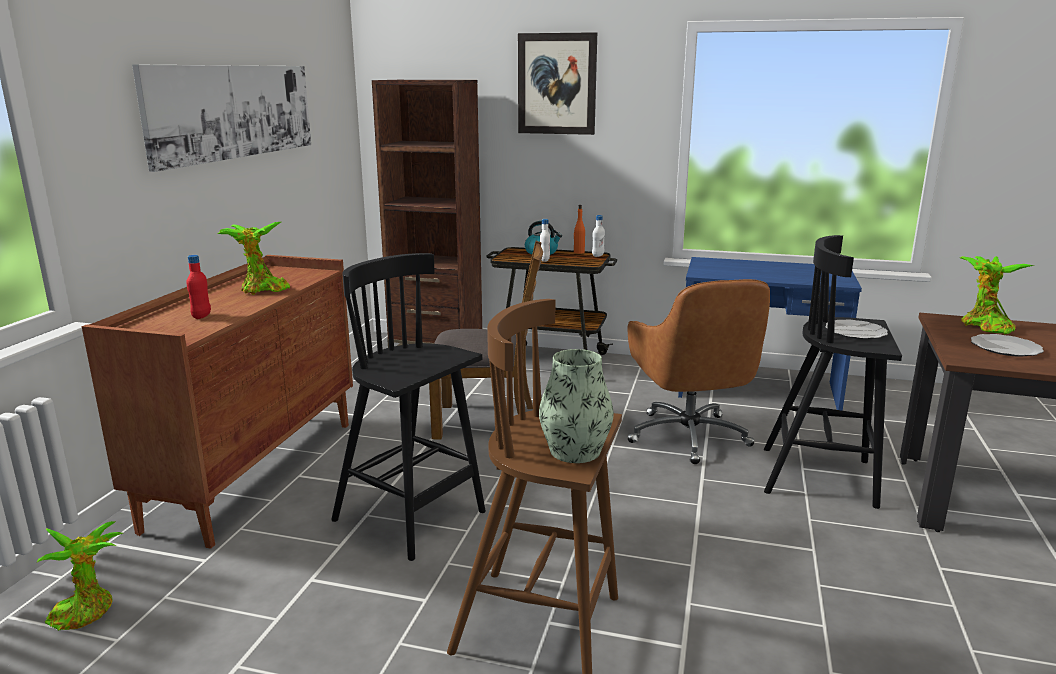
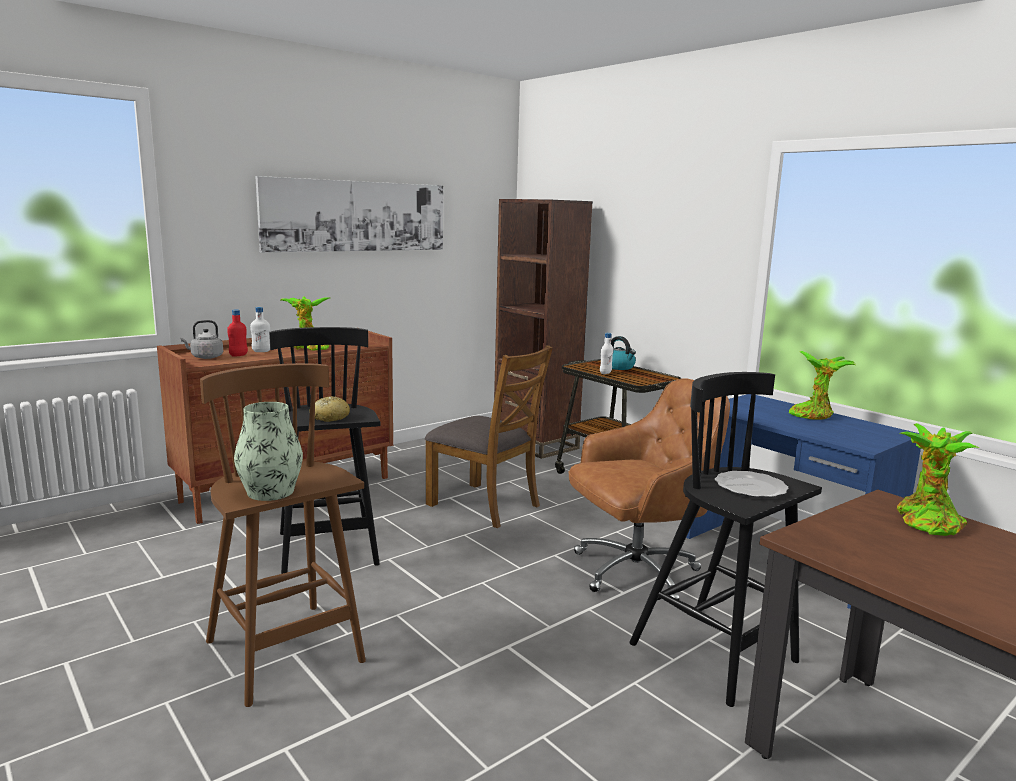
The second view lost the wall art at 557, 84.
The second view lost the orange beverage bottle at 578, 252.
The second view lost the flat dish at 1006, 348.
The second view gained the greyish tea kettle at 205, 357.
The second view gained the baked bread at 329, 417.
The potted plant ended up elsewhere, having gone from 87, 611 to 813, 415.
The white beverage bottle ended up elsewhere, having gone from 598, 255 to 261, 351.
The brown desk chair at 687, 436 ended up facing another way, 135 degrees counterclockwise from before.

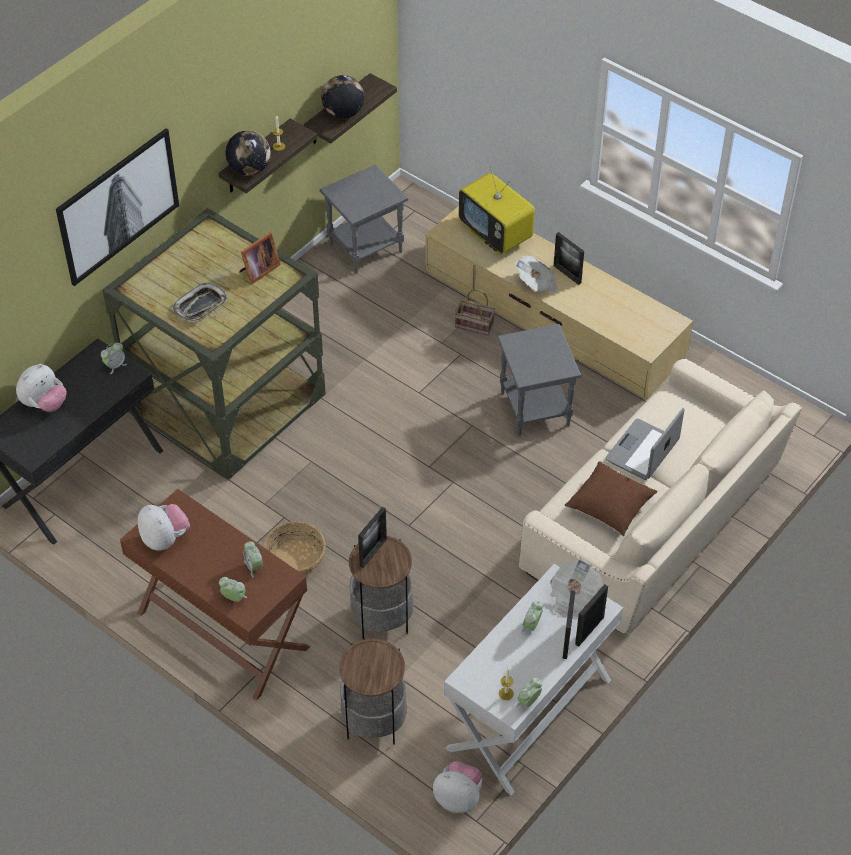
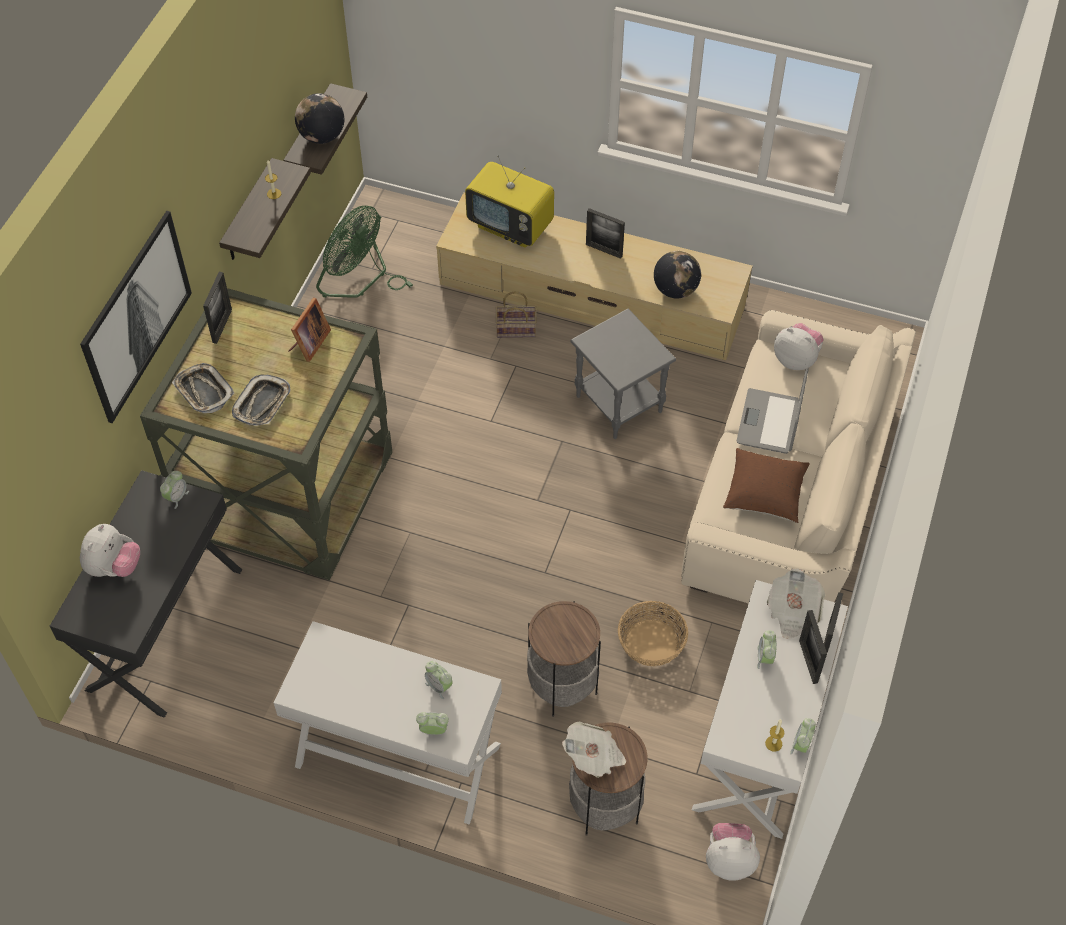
The second view gained the tray at 203, 391.
The plush toy ended up elsewhere, having gone from 165, 539 to 796, 359.
The desk globe ended up elsewhere, having gone from 249, 169 to 675, 290.
The basket ended up elsewhere, having gone from 295, 558 to 651, 642.
The standing frame ended up elsewhere, having gone from 373, 553 to 222, 326.
The newspaper ended up elsewhere, having gone from 537, 284 to 594, 757.
Where the greyish side table stood at 365, 249, the green fan came to stand at 364, 277.
What was the brown narrow table at 222, 630 turned into the white narrow table at 397, 756.

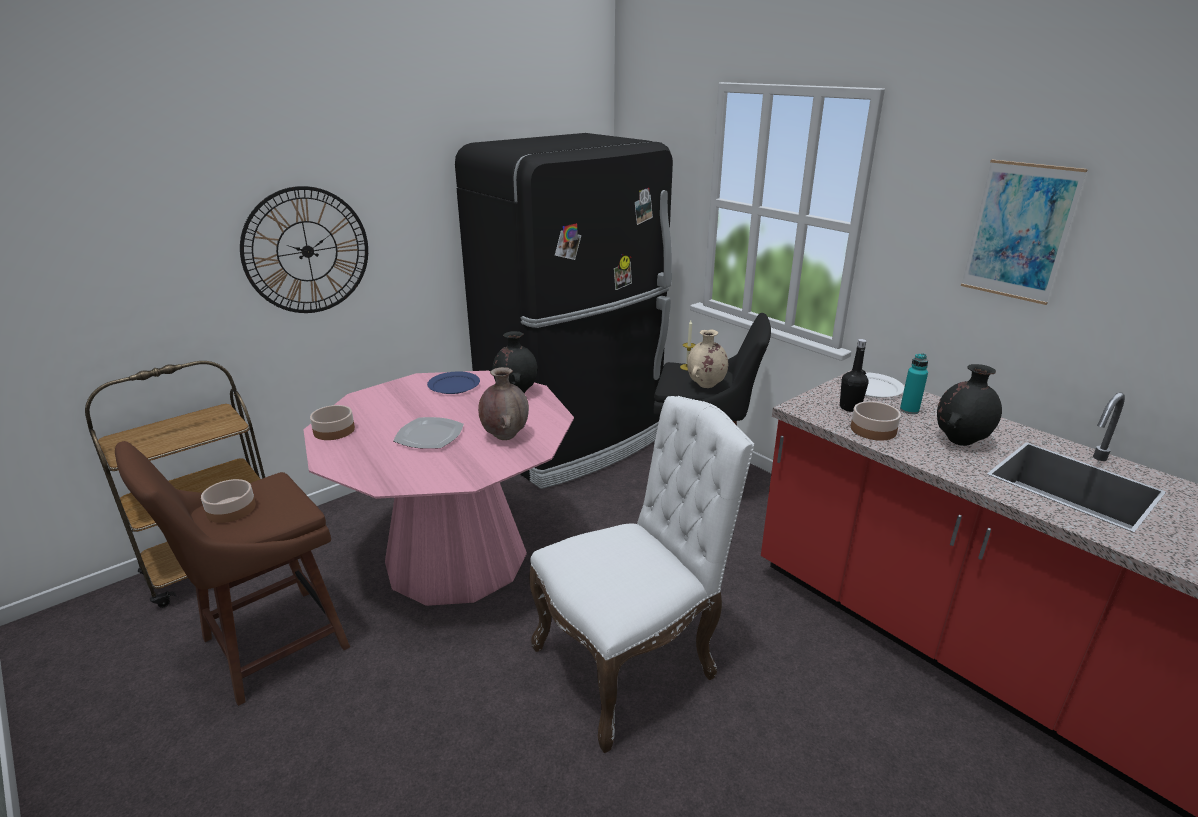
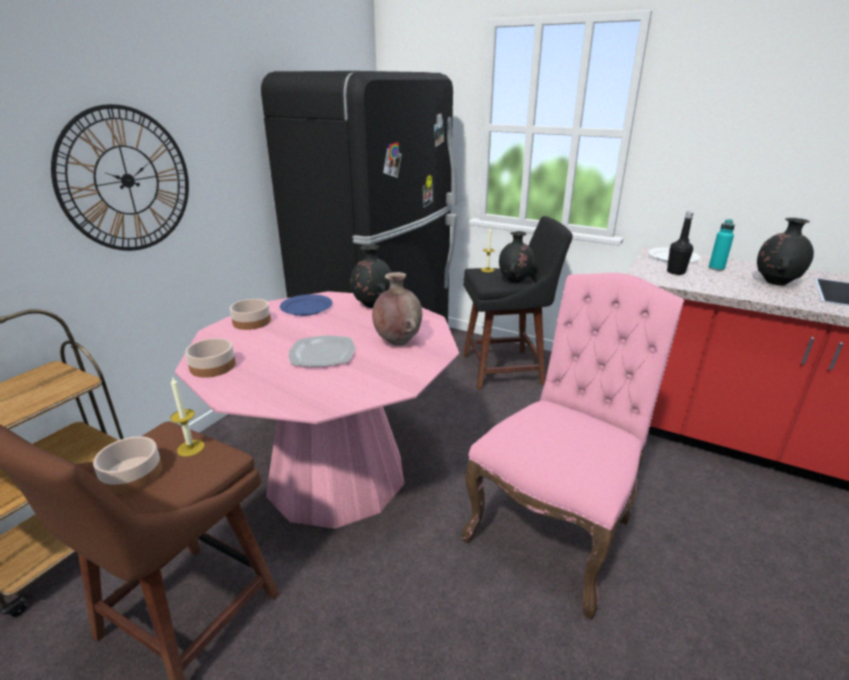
The second view lost the wall art at 1019, 231.
The second view gained the wax light at 190, 448.
The deep dish ended up elsewhere, having gone from 872, 430 to 251, 322.
What was the white chair at 630, 666 turned into the pinkish chair at 556, 532.
What was the beige-coloured flower vase at 706, 385 turned into the black flower vase at 515, 281.

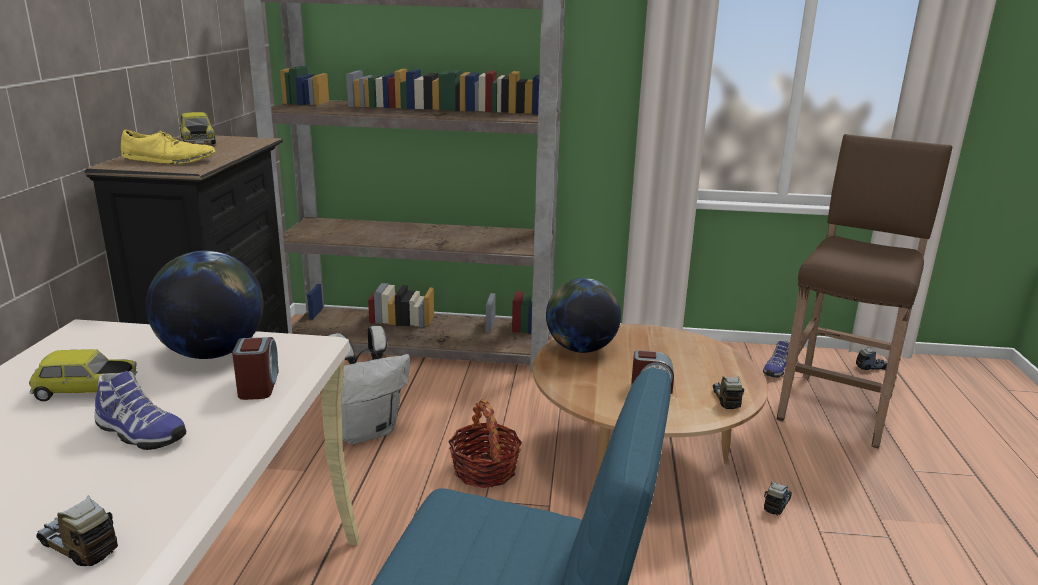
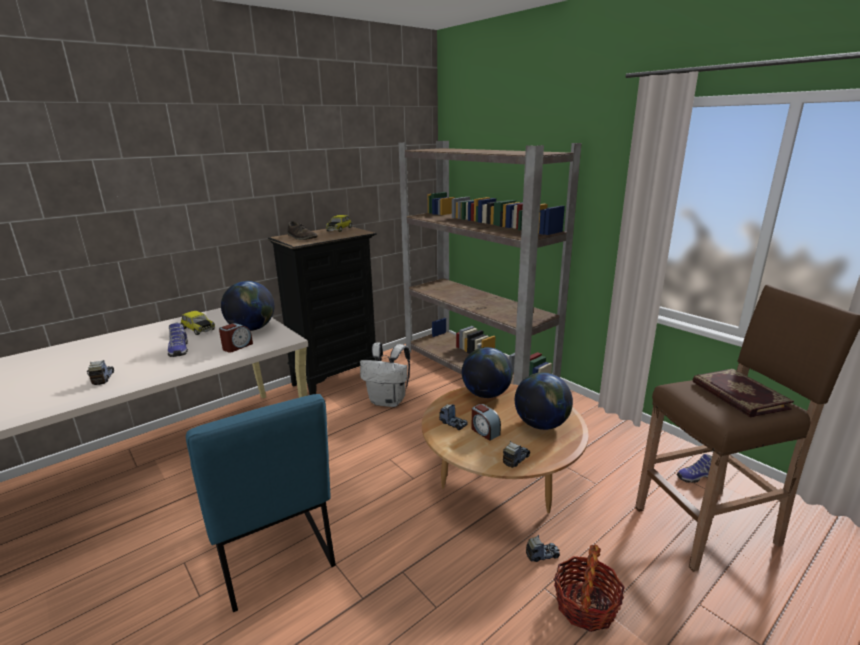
The second view gained the desk globe at 541, 424.
The second view gained the volume at 738, 395.
The basket ended up elsewhere, having gone from 485, 470 to 585, 605.
The model truck ended up elsewhere, having gone from 871, 367 to 453, 423.
What was the yellow-coloured item of footwear at 169, 160 turned into the brown item of footwear at 302, 237.

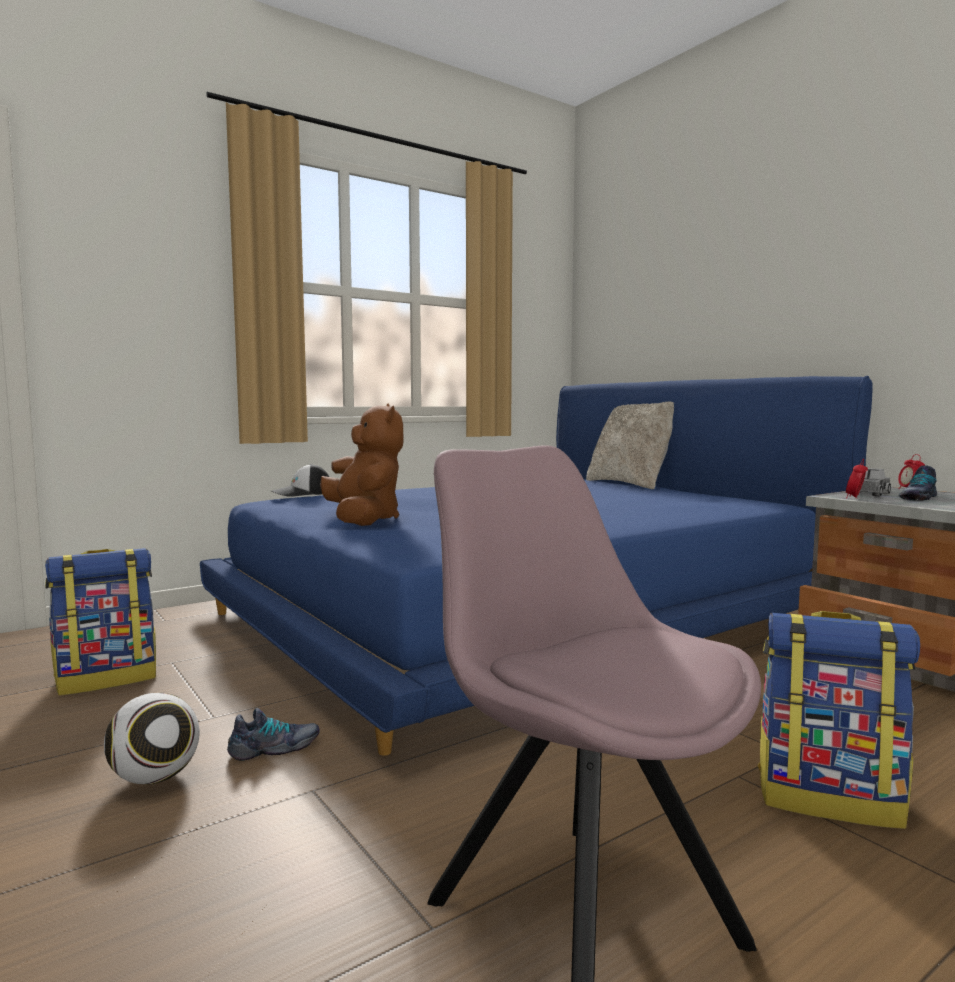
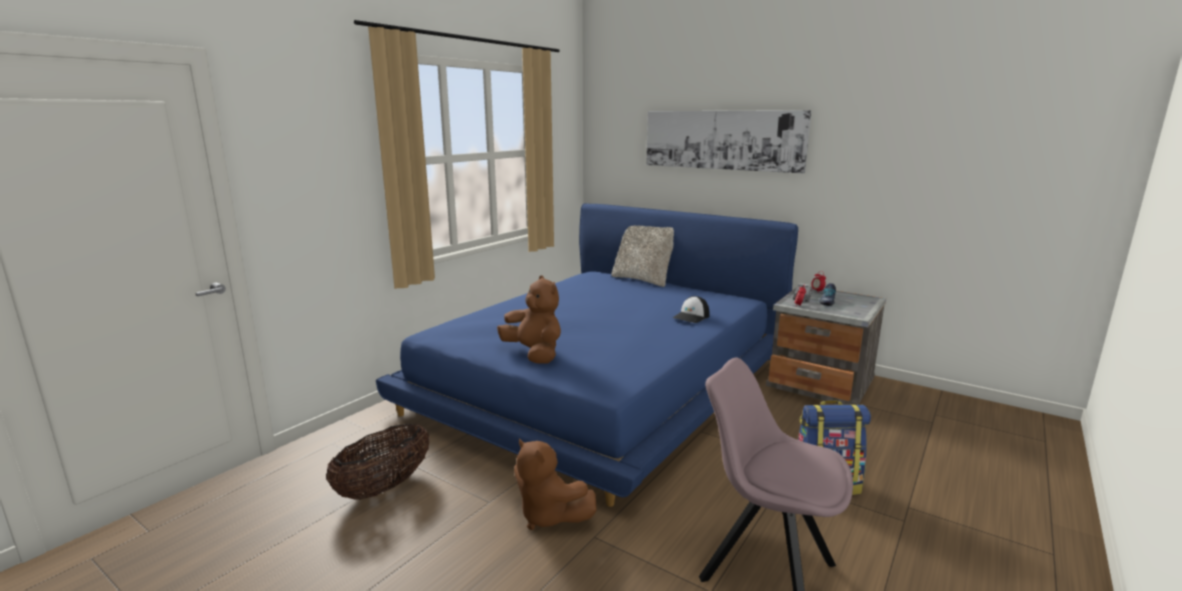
The second view lost the football ball at 155, 778.
The second view gained the wall art at 722, 140.
The baseball cap ended up elsewhere, having gone from 302, 493 to 691, 317.
Where the knapsack stood at 108, 678, the basket came to stand at 384, 487.
Where the item of footwear stood at 275, 748, the brown plush toy came to stand at 548, 515.

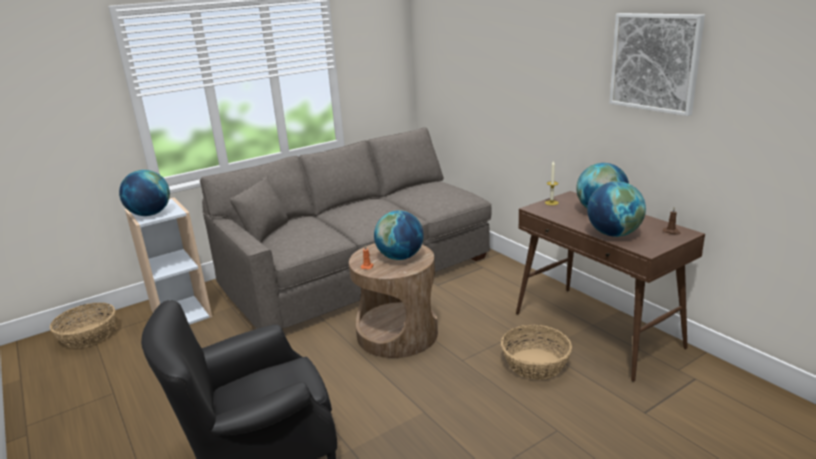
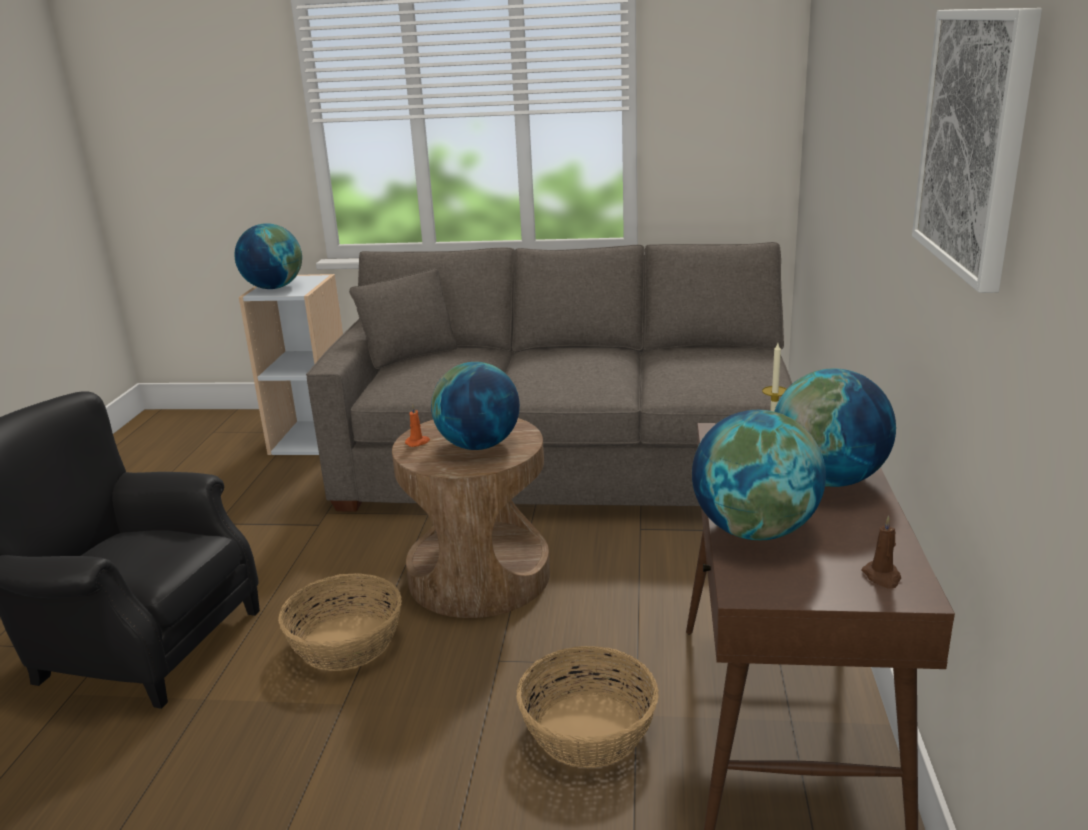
The basket ended up elsewhere, having gone from 88, 335 to 347, 642.

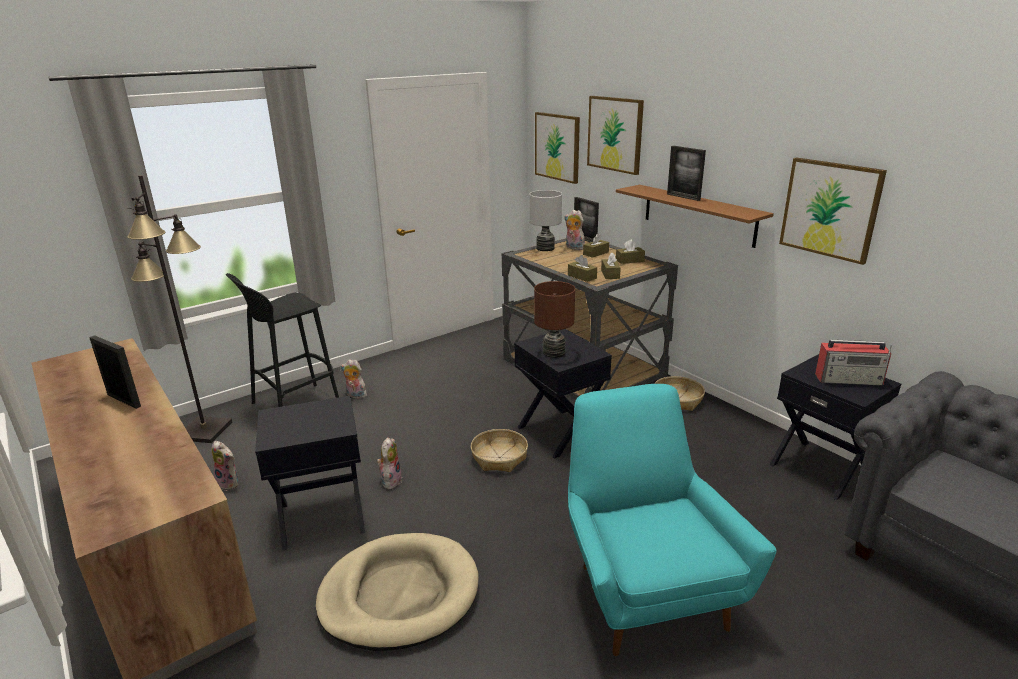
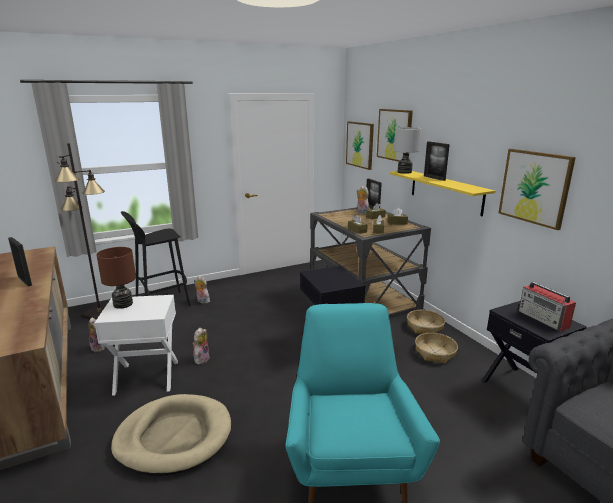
The basket ended up elsewhere, having gone from 499, 457 to 435, 353.
The greyish tabletop lamp ended up elsewhere, having gone from 545, 248 to 404, 172.
The brown tabletop lamp ended up elsewhere, having gone from 554, 352 to 123, 304.
What was the black side table at 322, 518 turned into the white side table at 146, 377.
What was the brown wall shelf at 698, 215 turned into the yellow-coloured wall shelf at 445, 191.
The radio receiver at 849, 379 ended up facing another way, 45 degrees clockwise from before.

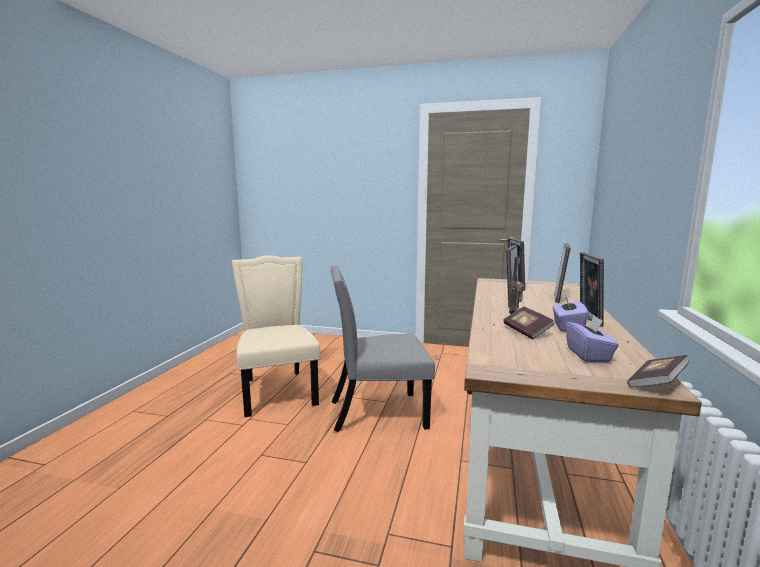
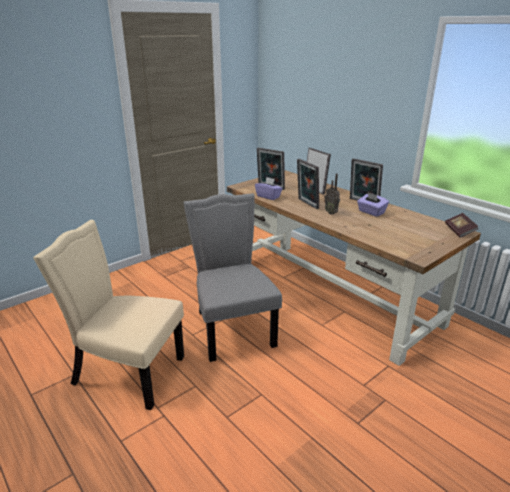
The second view lost the volume at 527, 331.
The purple tissue box ended up elsewhere, having gone from 588, 355 to 268, 196.
The greyish chair at 379, 412 ended up facing another way, 135 degrees clockwise from before.

